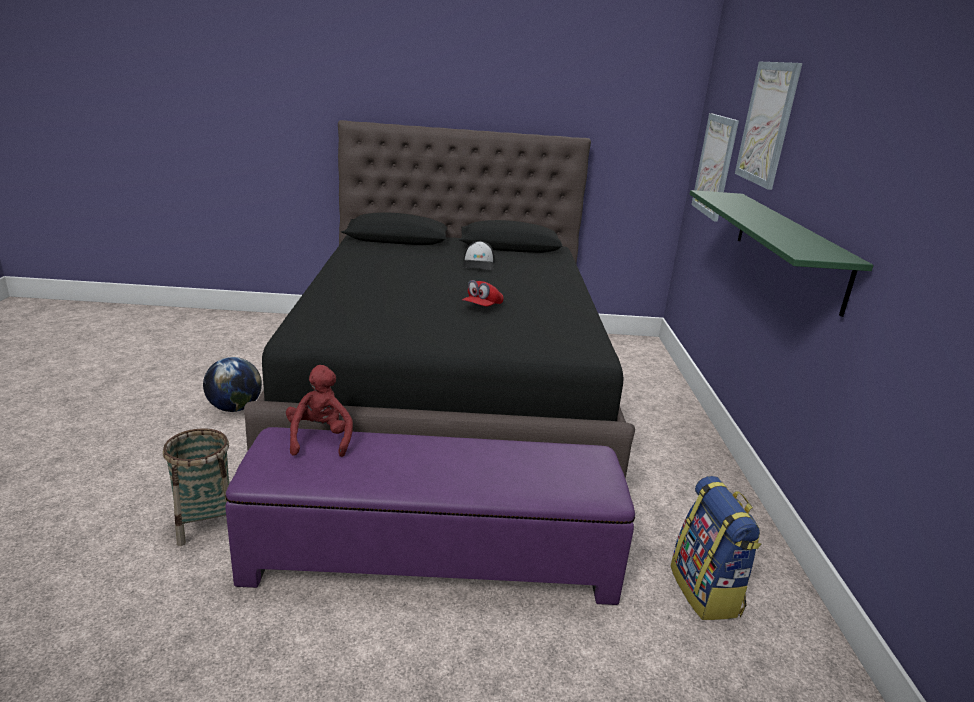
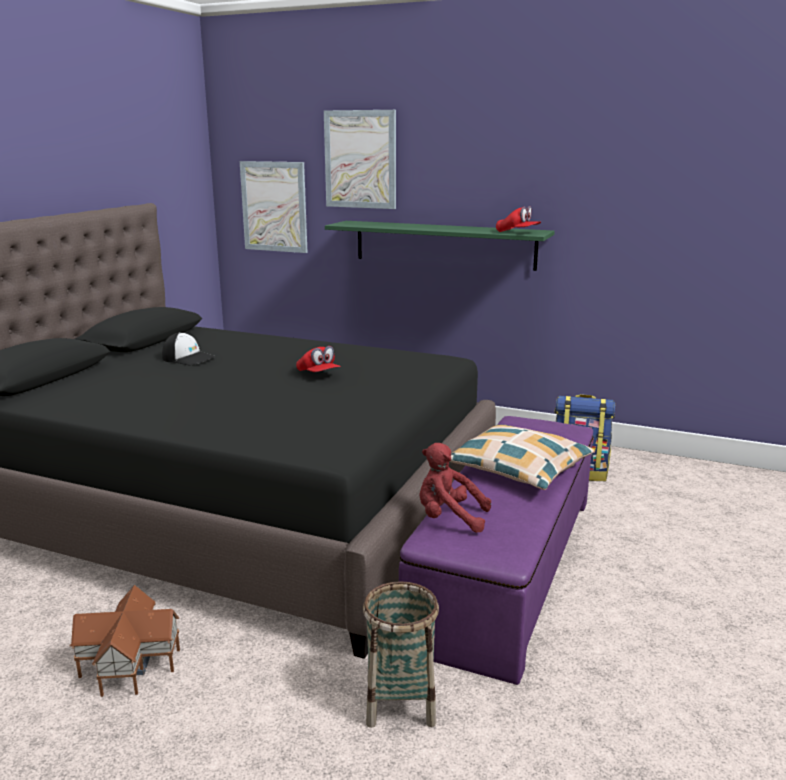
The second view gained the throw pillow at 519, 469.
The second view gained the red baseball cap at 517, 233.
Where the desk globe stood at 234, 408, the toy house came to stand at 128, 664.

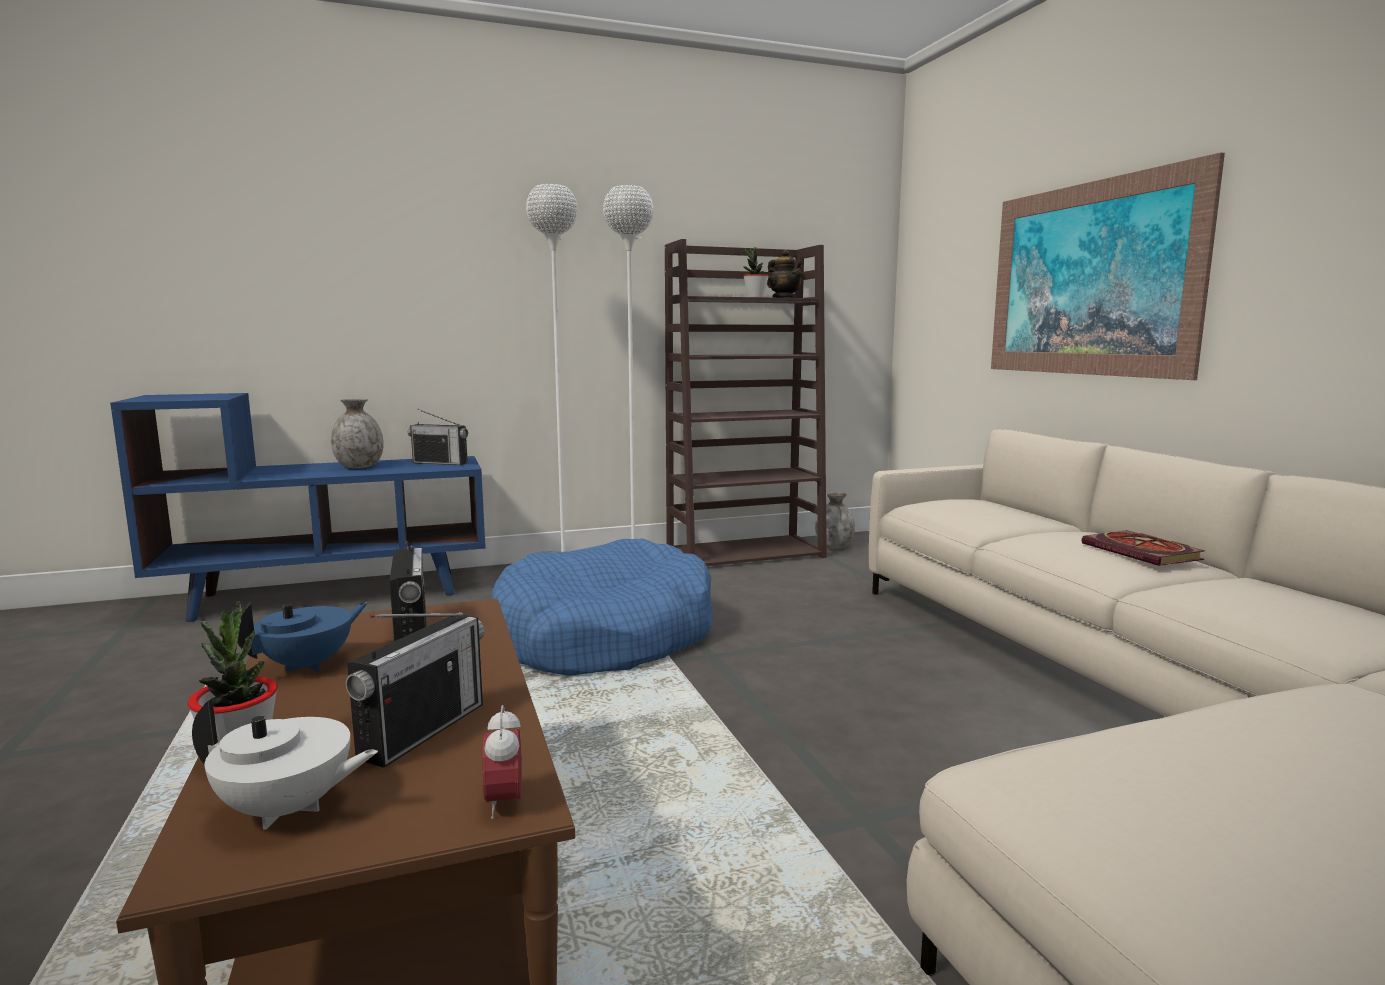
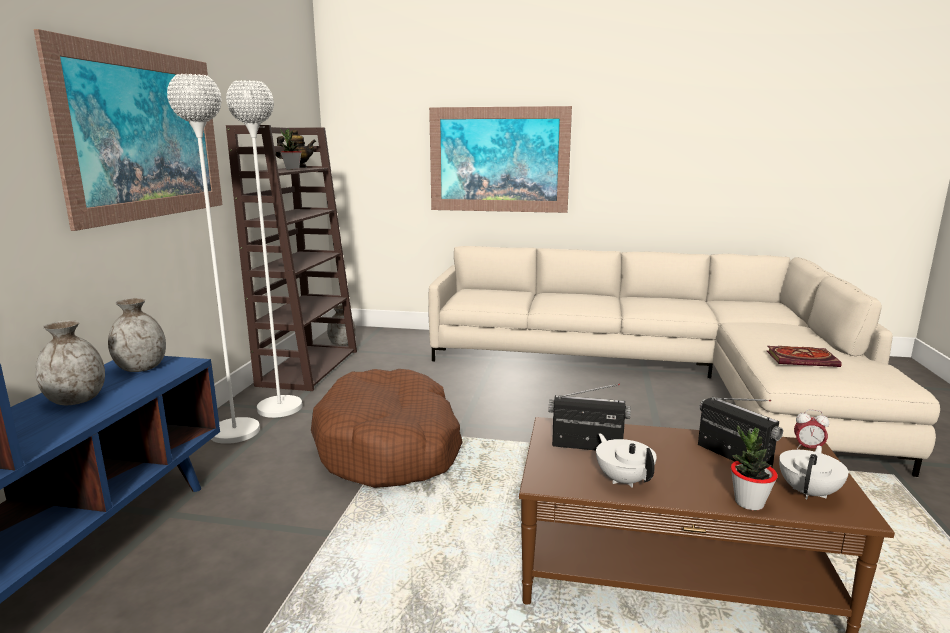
The second view gained the wall art at 145, 135.
The volume ended up elsewhere, having gone from 1144, 553 to 803, 359.
Where the radio receiver stood at 440, 463, the greyish flower vase came to stand at 141, 368.
What was the bluish teapot at 309, 665 turned into the white teapot at 623, 479.
What was the bluish dog cushion at 604, 636 turned into the brown dog cushion at 390, 447.

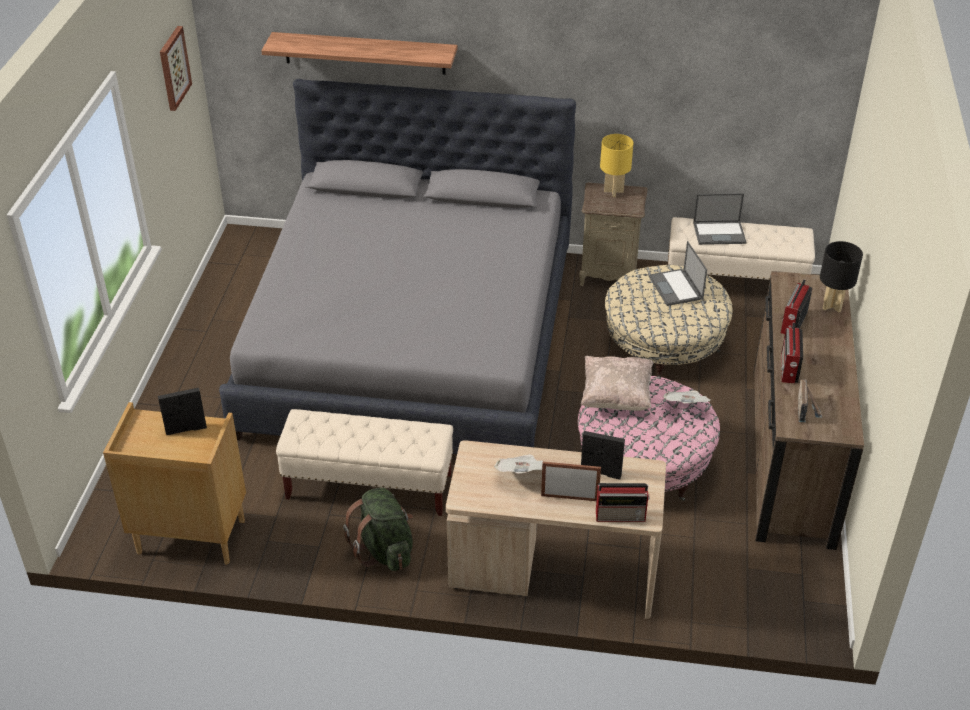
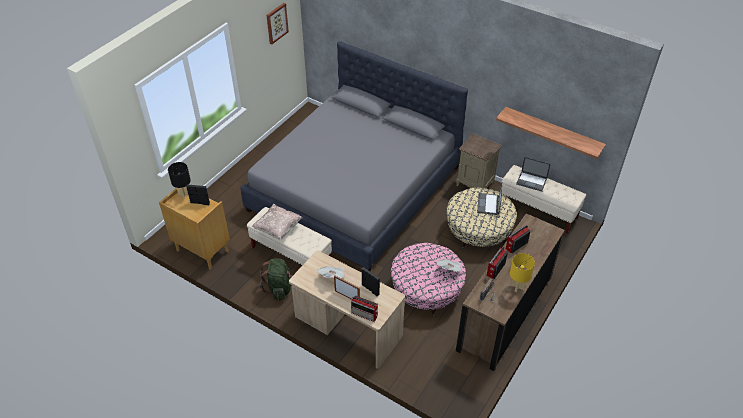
The wall shelf ended up elsewhere, having gone from 364, 53 to 552, 132.
The beige-coloured throw pillow ended up elsewhere, having gone from 616, 397 to 278, 228.
The yellow-coloured tabletop lamp ended up elsewhere, having gone from 613, 192 to 517, 287.
The black tabletop lamp ended up elsewhere, having gone from 832, 305 to 184, 194.

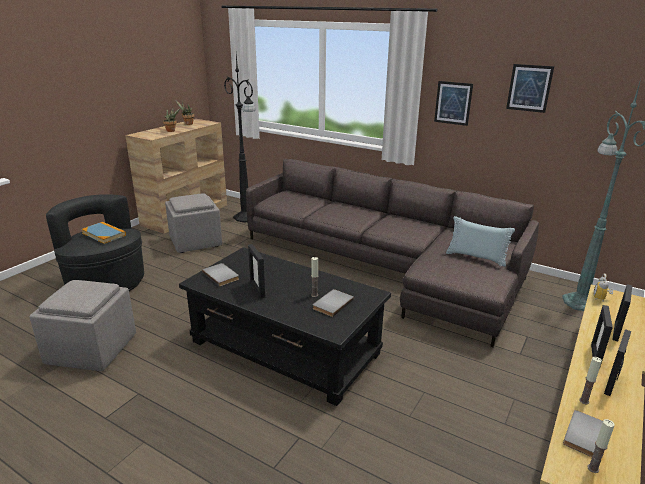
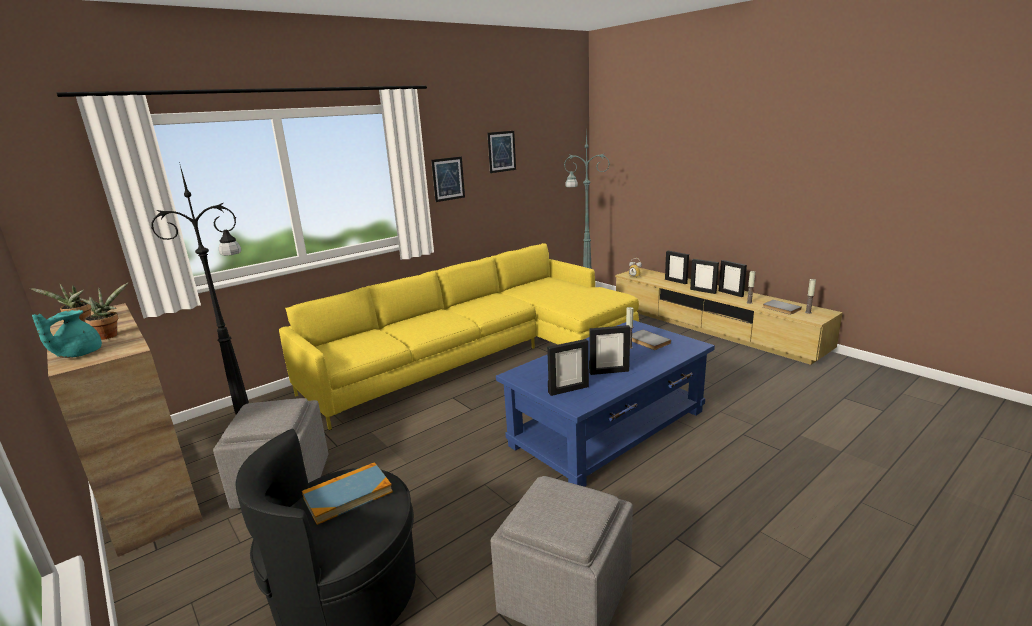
The second view lost the bluish throw pillow at 476, 257.
The second view gained the turquoise teapot at 77, 354.
Where the greyish volume stood at 222, 275, the standing frame came to stand at 568, 389.
What was the black coffee table at 285, 348 turned into the bluish coffee table at 609, 428.
What was the greyish settee at 387, 266 turned into the yellow-coloured settee at 482, 355.

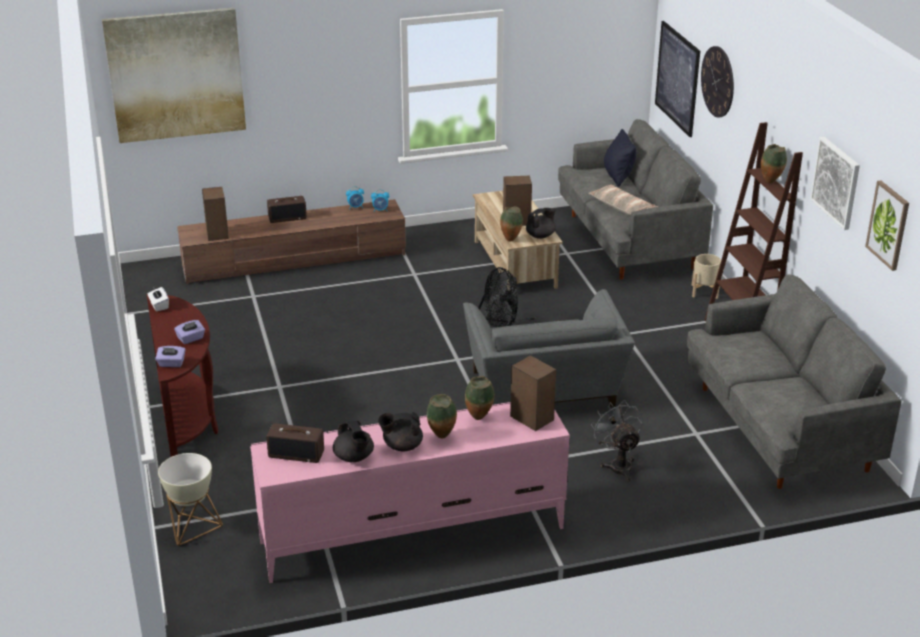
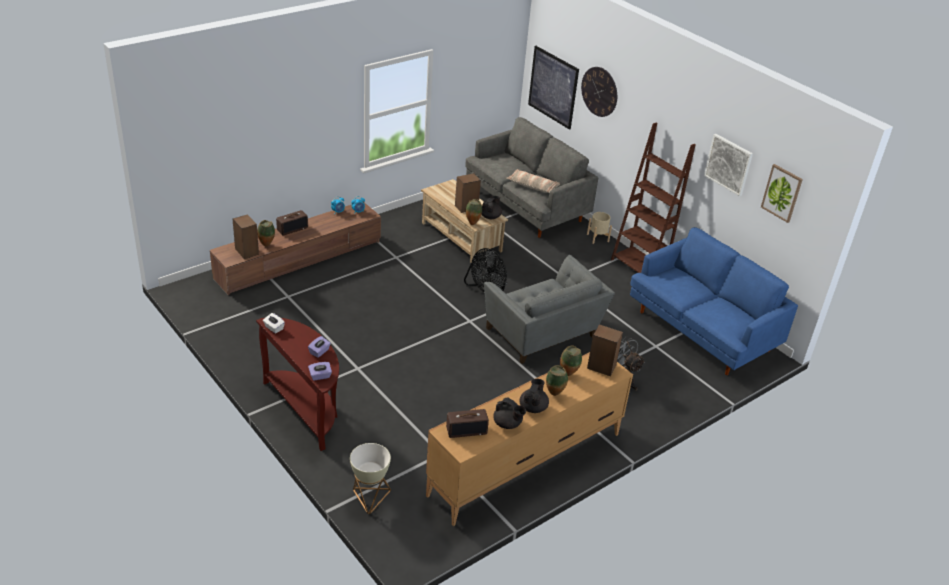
The second view lost the wall art at 176, 75.
The second view lost the black throw pillow at 618, 176.
The flower vase ended up elsewhere, having gone from 771, 182 to 267, 245.
What was the pinkish storage cabinet at 411, 536 turned into the brown storage cabinet at 525, 465.
What was the greyish settee at 778, 428 turned into the bluish settee at 701, 332.
The black teapot at 402, 446 ended up facing another way, 135 degrees clockwise from before.

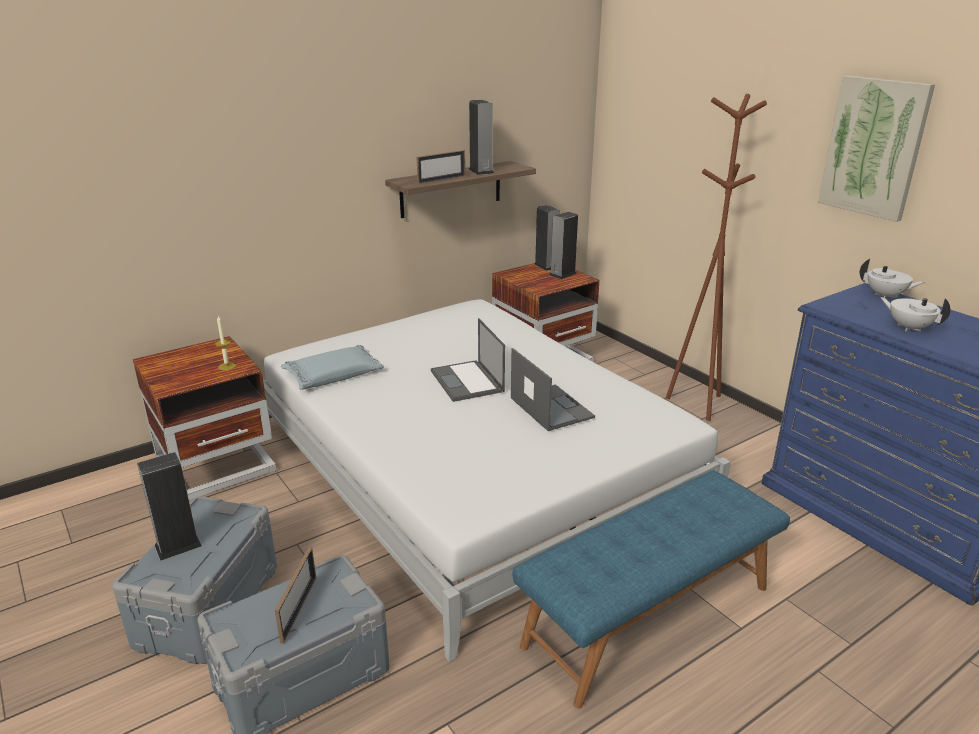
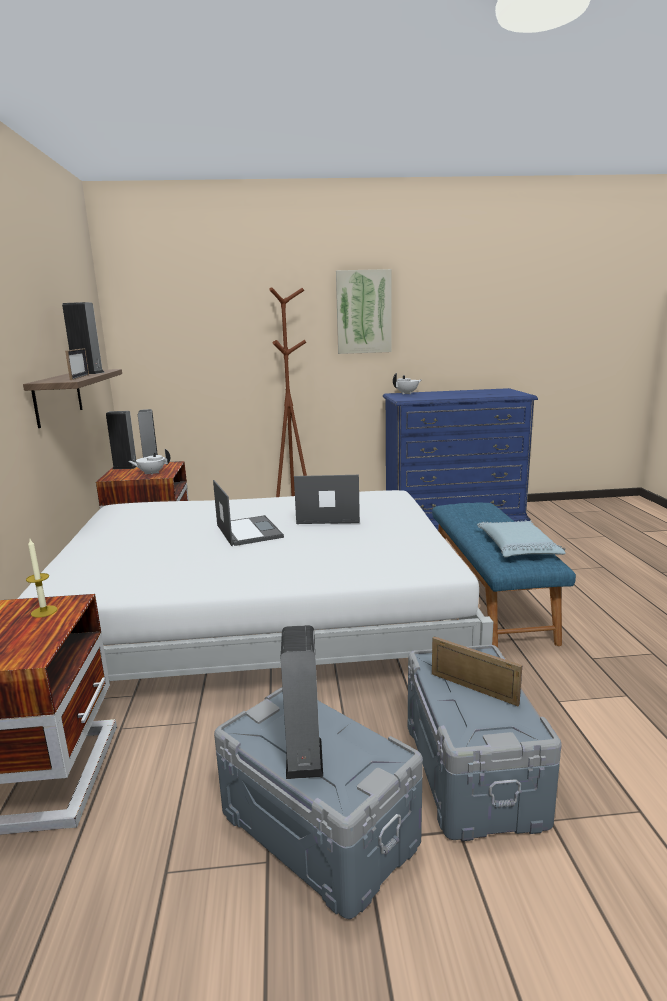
The bluish throw pillow ended up elsewhere, having gone from 333, 373 to 517, 545.
The white teapot ended up elsewhere, having gone from 909, 327 to 151, 473.
The notebook computer at 467, 381 ended up facing another way, 120 degrees counterclockwise from before.

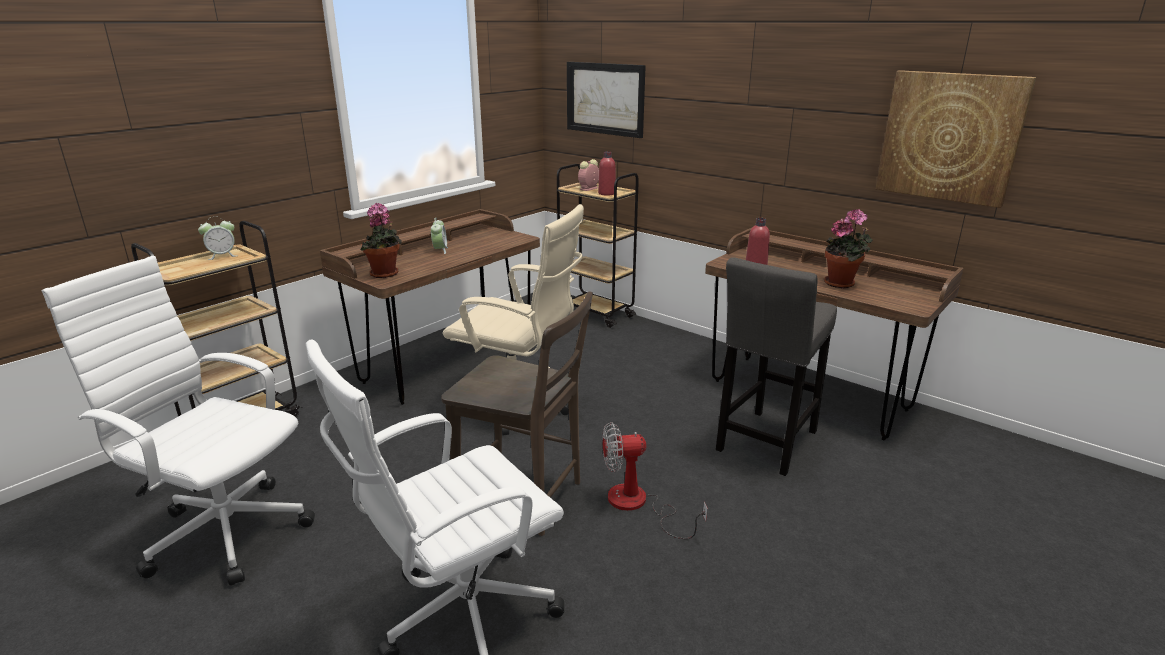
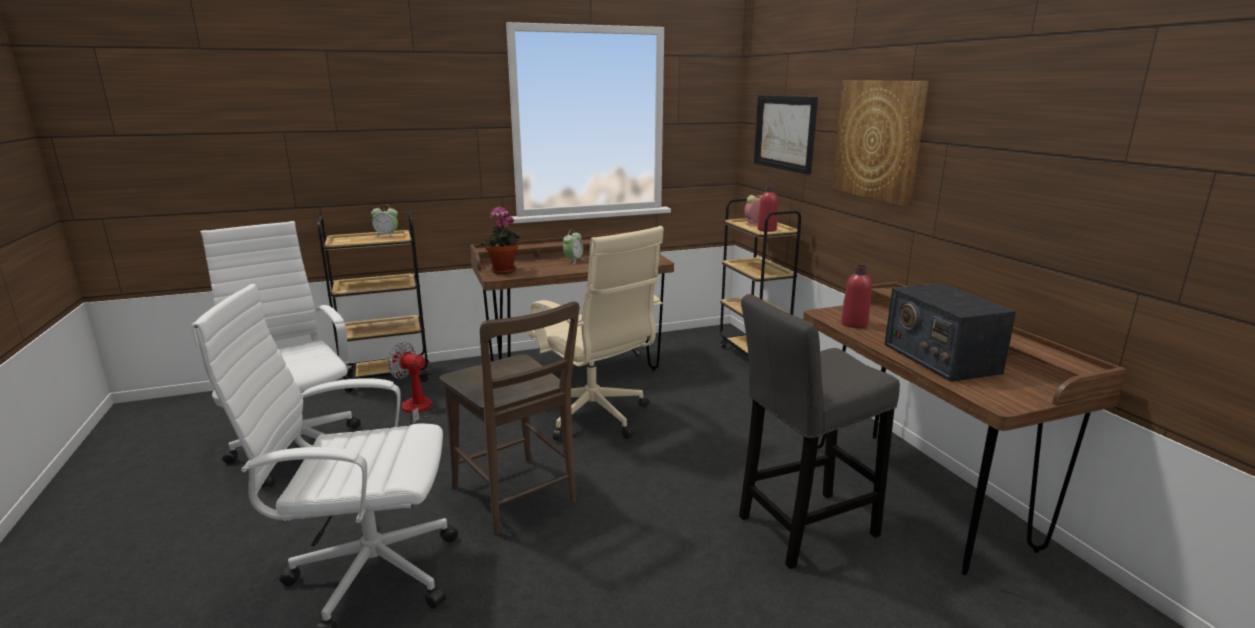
The fan ended up elsewhere, having gone from 638, 505 to 416, 411.
The wall art ended up elsewhere, having gone from 950, 137 to 878, 140.
Where the potted plant stood at 842, 283, the radio receiver came to stand at 940, 358.

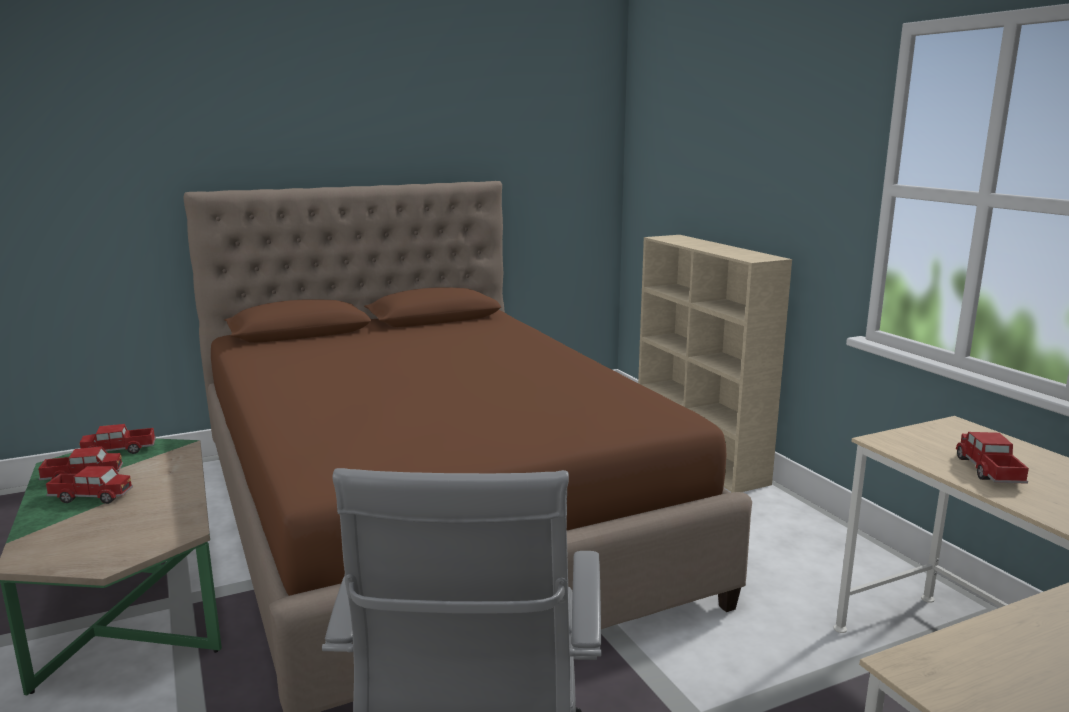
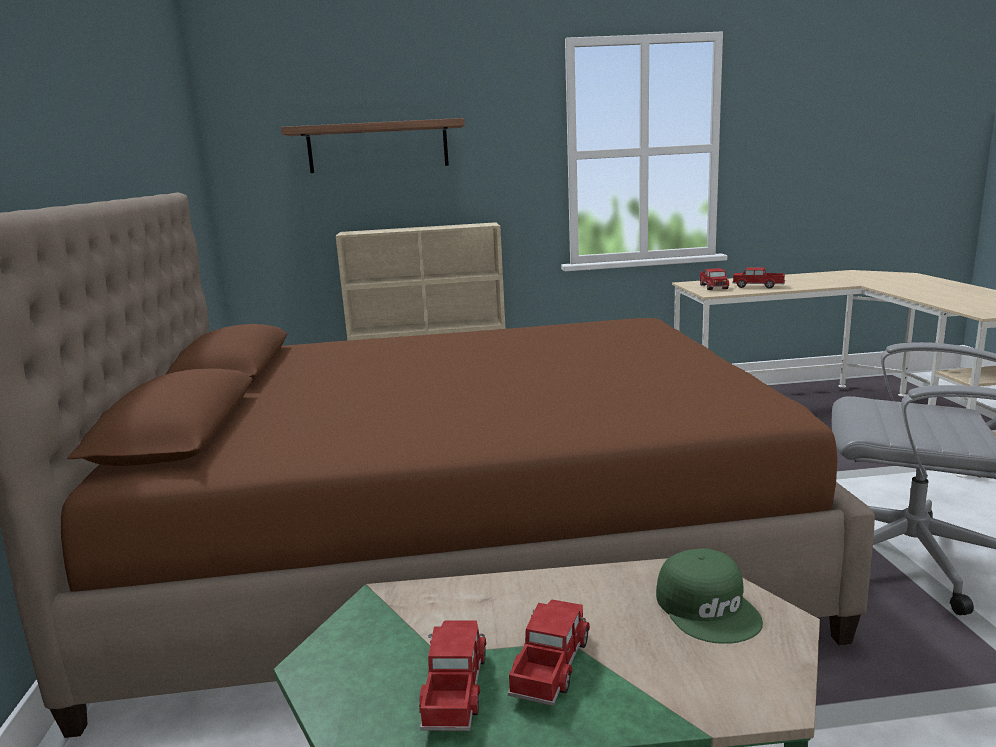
The second view gained the wall shelf at 378, 147.
The second view gained the green baseball cap at 708, 607.
The model truck ended up elsewhere, having gone from 119, 450 to 713, 286.

